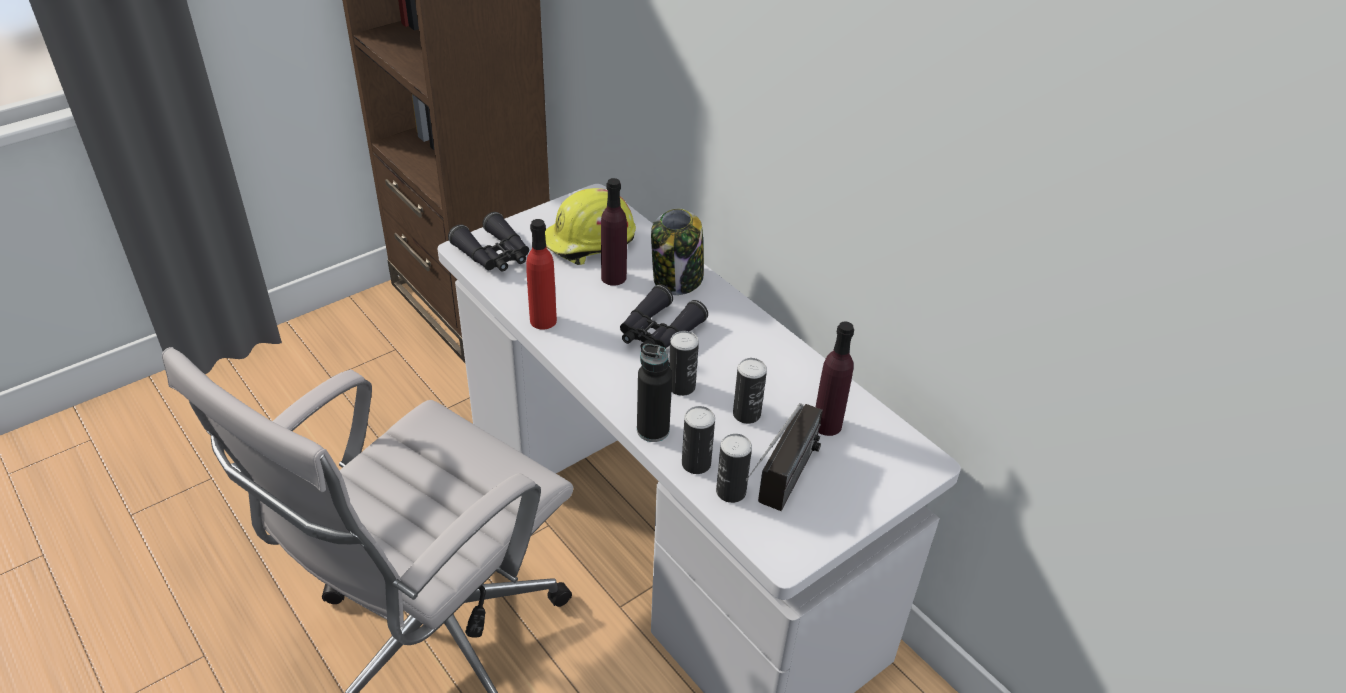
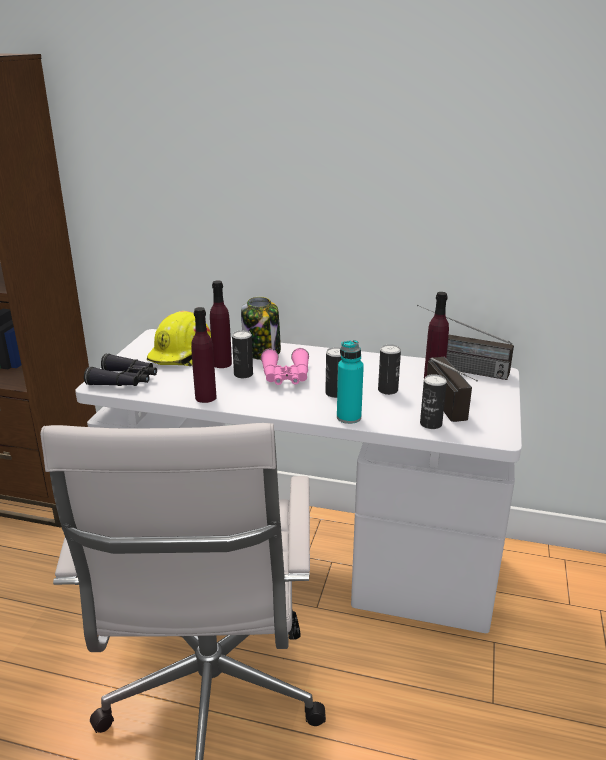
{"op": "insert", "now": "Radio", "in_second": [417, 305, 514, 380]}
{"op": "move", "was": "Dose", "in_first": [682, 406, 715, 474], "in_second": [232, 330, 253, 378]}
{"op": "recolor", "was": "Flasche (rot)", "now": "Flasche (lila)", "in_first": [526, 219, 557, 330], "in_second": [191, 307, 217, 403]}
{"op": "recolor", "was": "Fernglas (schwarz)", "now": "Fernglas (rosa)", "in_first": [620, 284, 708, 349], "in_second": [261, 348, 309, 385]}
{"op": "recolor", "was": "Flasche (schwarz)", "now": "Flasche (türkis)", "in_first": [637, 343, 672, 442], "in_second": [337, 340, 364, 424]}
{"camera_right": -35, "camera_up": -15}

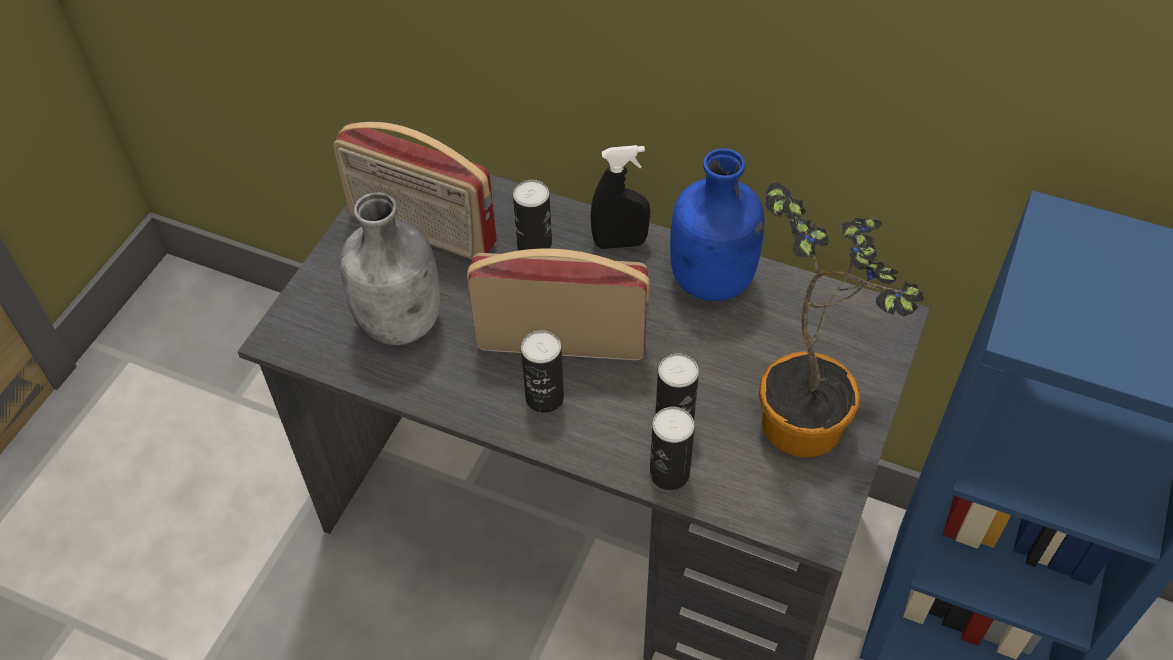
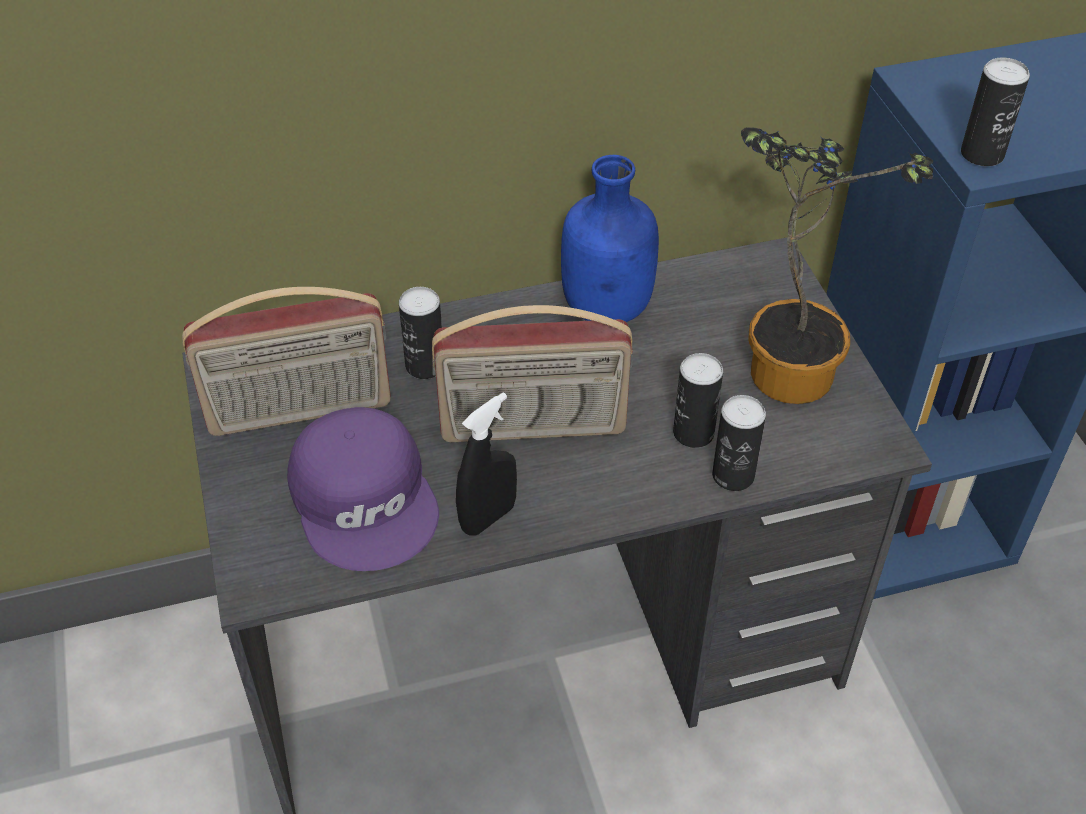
{"op": "move", "was": "Dose", "in_first": [521, 330, 564, 413], "in_second": [961, 58, 1030, 166]}
{"op": "move", "was": "Sprühflasche (schwarz)", "in_first": [590, 145, 650, 249], "in_second": [456, 392, 517, 536]}
{"op": "replace", "was": "Flasche (grau)", "now": "Kappe (lila)", "in_first": [340, 192, 440, 345], "in_second": [287, 407, 439, 571]}
{"op": "rotate", "was": "Radio", "in_first": [467, 249, 650, 360], "in_second": [432, 305, 633, 442], "clockwise": -150}
{"camera_right": -40, "camera_up": -5}

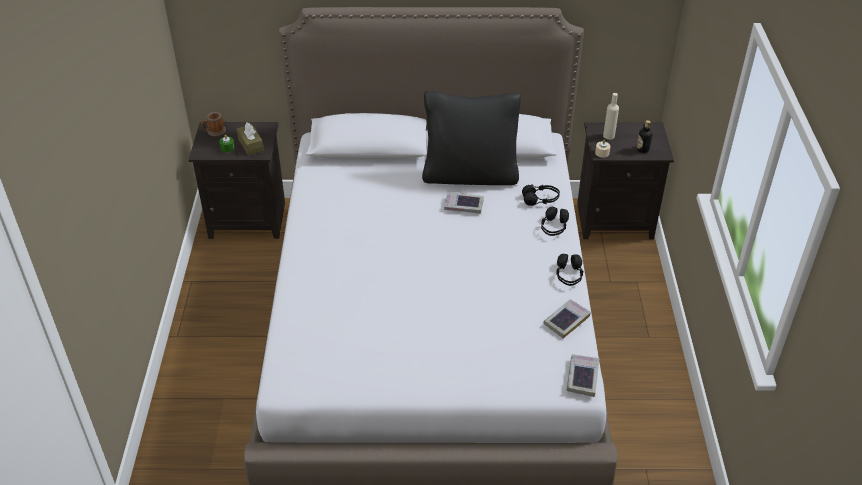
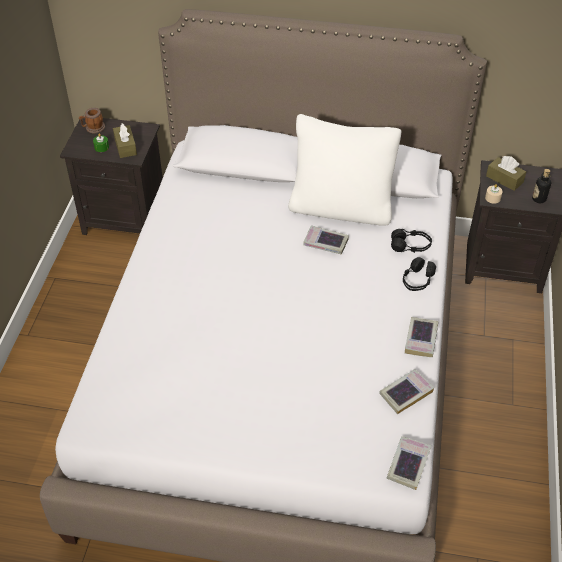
{"op": "replace", "was": "Kopfhörer (schwarz)", "now": "Buch", "in_first": [556, 254, 583, 286], "in_second": [405, 317, 438, 357]}
{"op": "replace", "was": "Flasche (beige)", "now": "Taschentuchbox (braun)", "in_first": [603, 93, 619, 140], "in_second": [486, 156, 526, 191]}
{"op": "recolor", "was": "Kissen (schwarz)", "now": "Kissen (weiß)", "in_first": [422, 90, 521, 185], "in_second": [288, 114, 401, 226]}
{"camera_right": 10, "camera_up": 5}

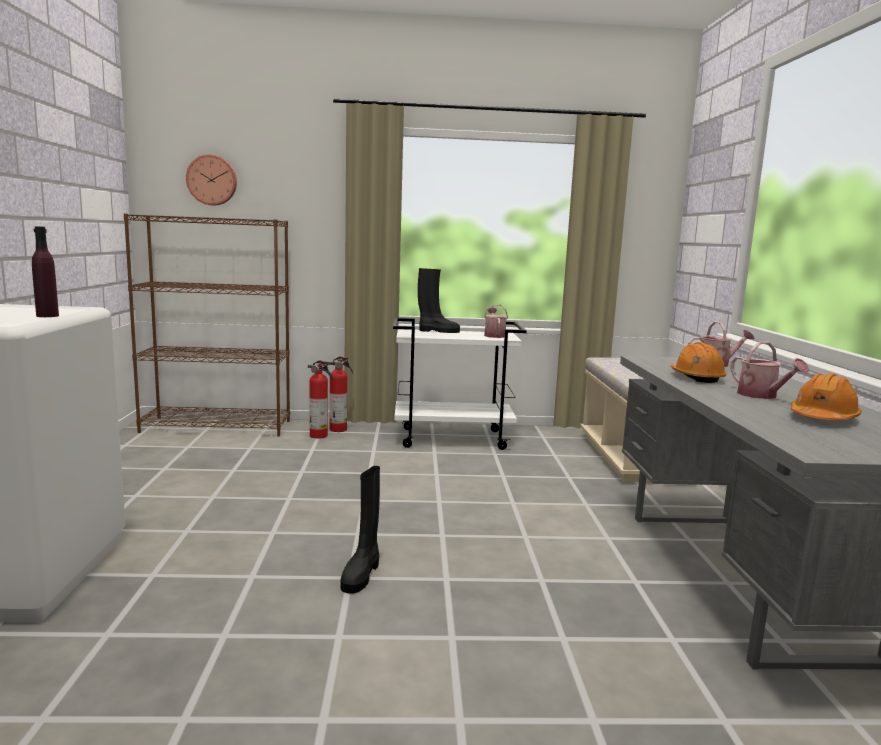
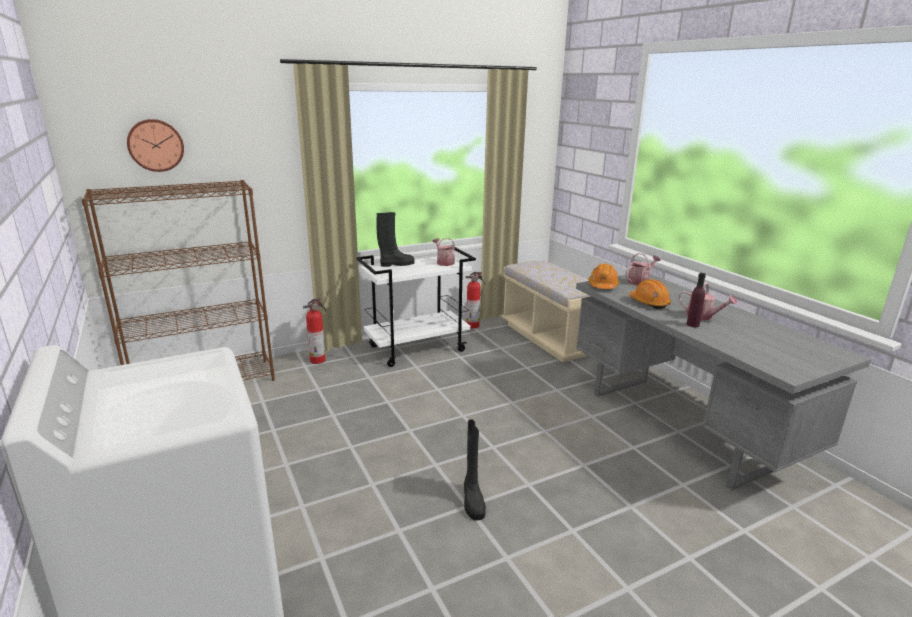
{"op": "move", "was": "Flasche (lila)", "in_first": [32, 226, 59, 317], "in_second": [687, 273, 706, 327]}
{"op": "move", "was": "Feuerlöscher", "in_first": [308, 360, 332, 438], "in_second": [465, 272, 485, 329]}
{"op": "move", "was": "Schutzhelm (orange)", "in_first": [791, 373, 862, 420], "in_second": [588, 263, 619, 289]}
{"camera_right": -25, "camera_up": 10}

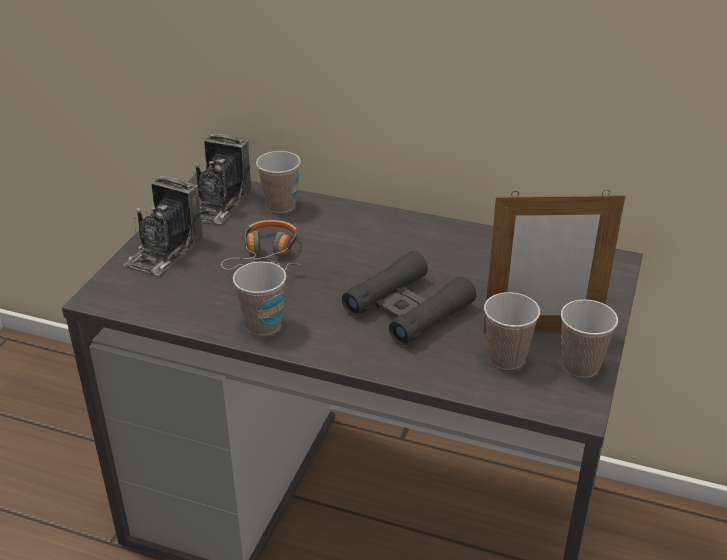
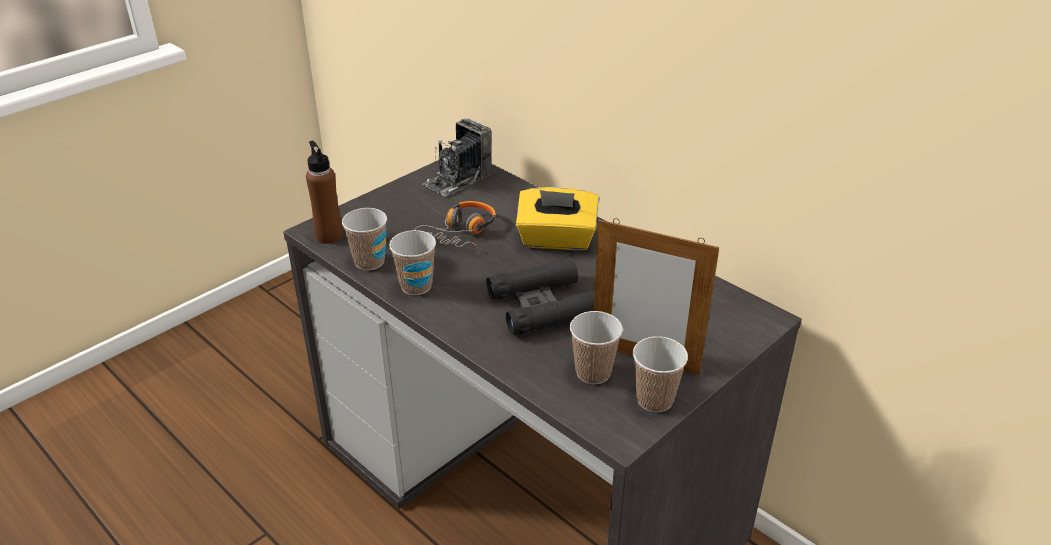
{"op": "delete", "was": "Kamera", "in_first": [123, 176, 203, 275]}
{"op": "insert", "now": "Flasche (braun)", "in_second": [306, 141, 343, 244]}
{"op": "insert", "now": "Taschentuchbox (gelb)", "in_second": [516, 187, 599, 250]}
{"op": "move", "was": "Tasse", "in_first": [256, 151, 301, 213], "in_second": [342, 208, 387, 270]}
{"camera_right": 25, "camera_up": 0}

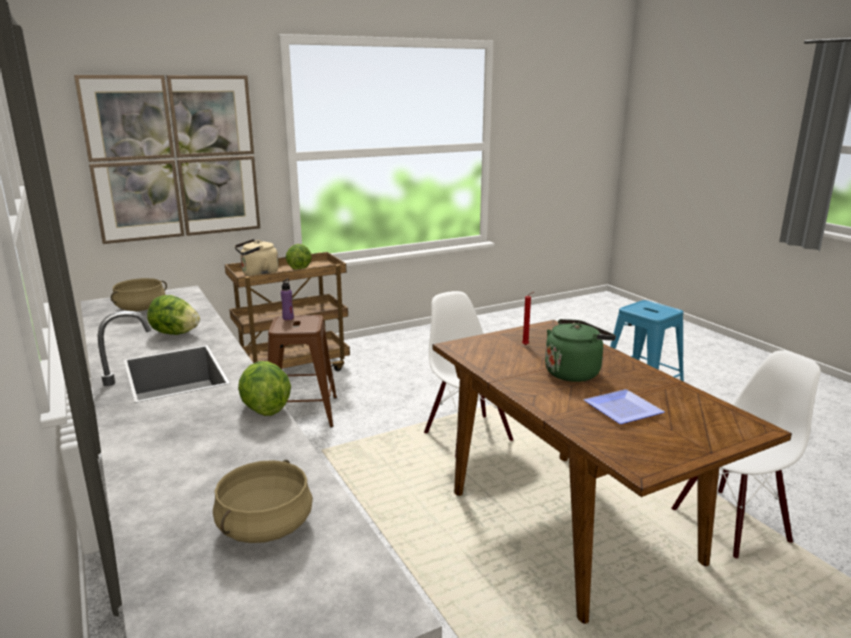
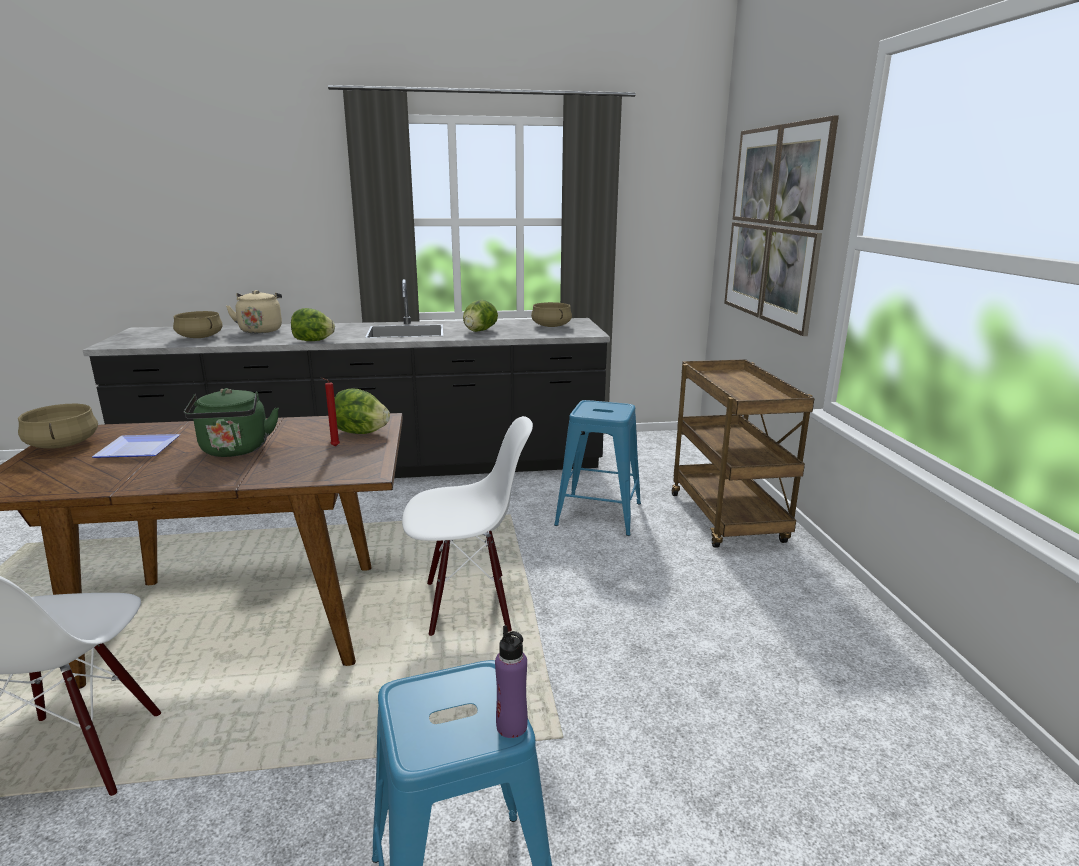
{"op": "insert", "now": "Kochtopf (beige)", "in_second": [18, 404, 98, 449]}
{"op": "move", "was": "Wasserkessel (beige)", "in_first": [235, 239, 279, 276], "in_second": [226, 290, 282, 333]}
{"op": "move", "was": "Flasche (lila)", "in_first": [281, 278, 294, 320], "in_second": [495, 625, 528, 738]}
{"op": "move", "was": "Salatkopf", "in_first": [286, 244, 312, 270], "in_second": [335, 389, 390, 434]}
{"op": "recolor", "was": "Hocker (braun)", "now": "Hocker (blau)", "in_first": [268, 315, 337, 428], "in_second": [554, 400, 641, 536]}
{"camera_right": 110, "camera_up": 0}

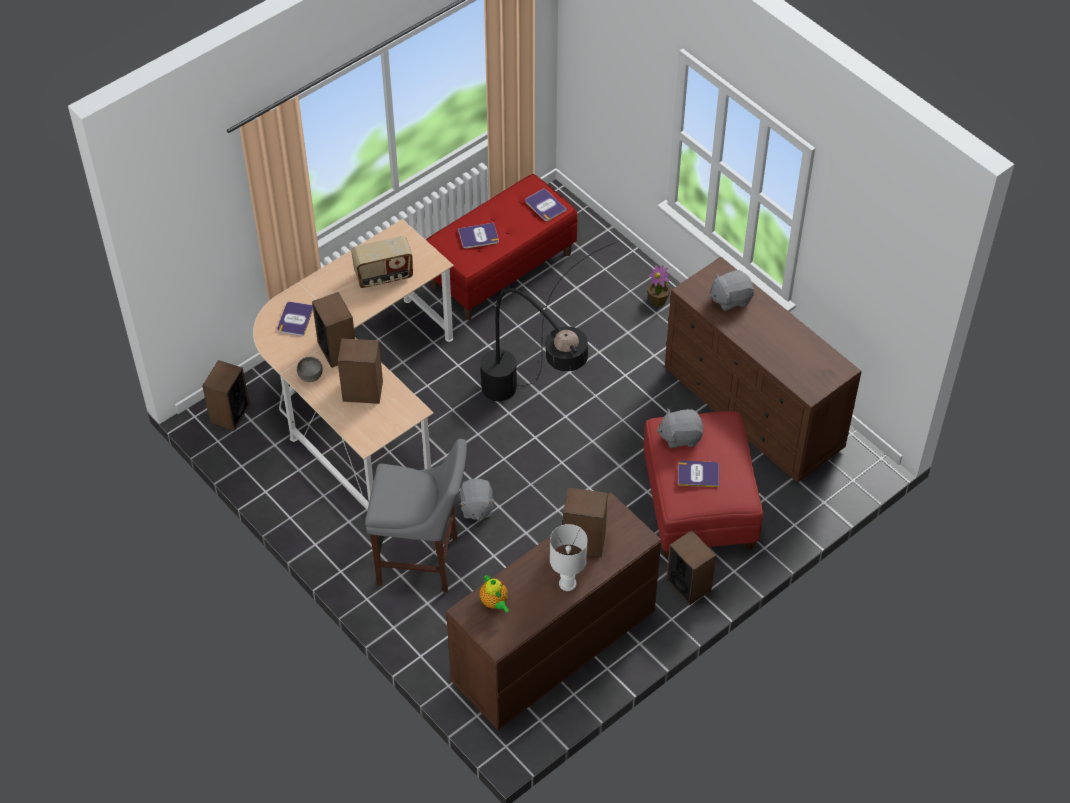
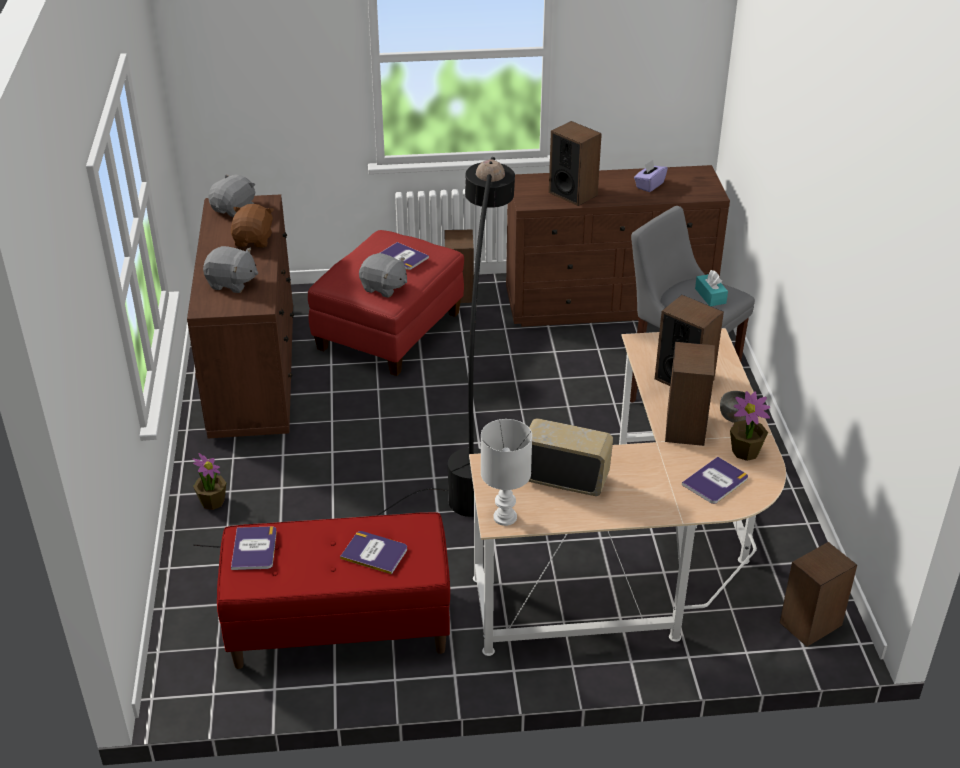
{"op": "delete", "was": "Teekanne", "in_first": [480, 575, 509, 613]}
{"op": "insert", "now": "Plüschtier (braun)", "in_second": [231, 204, 274, 248]}
{"op": "insert", "now": "Taschentuchbox (lila)", "in_second": [634, 160, 668, 192]}
{"op": "insert", "now": "Taschentuchbox (türkis)", "in_second": [695, 270, 728, 306]}
{"op": "insert", "now": "Topfpflanze", "in_second": [730, 391, 770, 461]}
{"op": "move", "was": "Plüschtier (grau)", "in_first": [459, 479, 495, 520], "in_second": [208, 174, 255, 217]}
{"op": "move", "was": "Tischlampe (weiß)", "in_first": [550, 524, 588, 591], "in_second": [481, 419, 532, 526]}
{"camera_right": -145, "camera_up": -15}

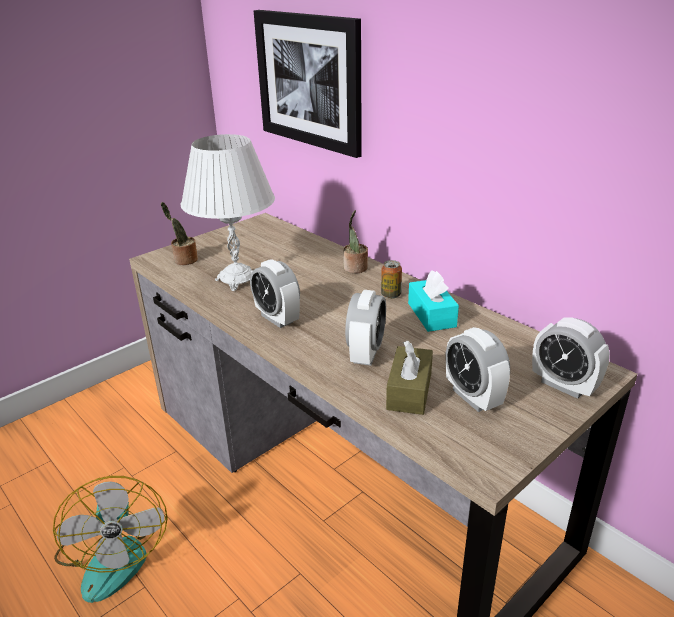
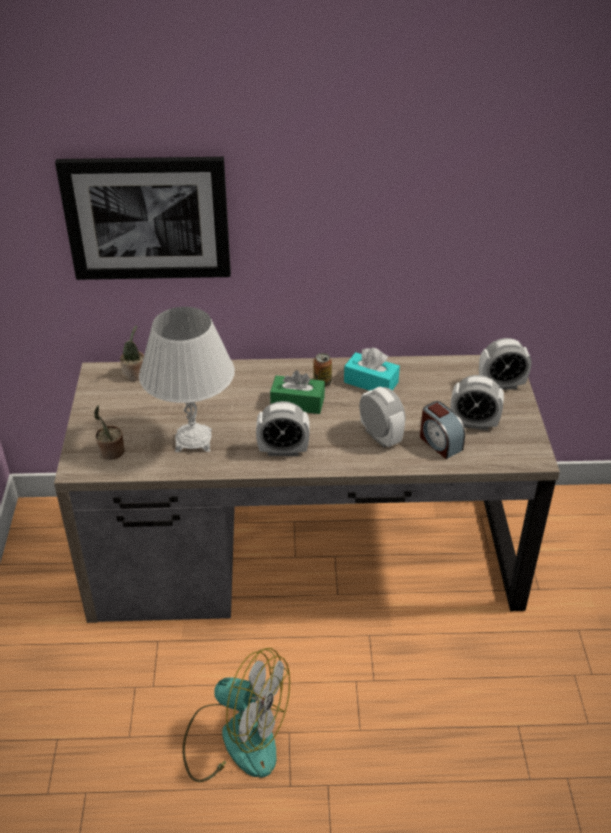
{"op": "insert", "now": "Taschentuchbox (grün)", "in_second": [270, 370, 325, 414]}
{"op": "move", "was": "Topfpflanze", "in_first": [343, 210, 368, 273], "in_second": [120, 325, 144, 381]}
{"op": "replace", "was": "Taschentuchbox (braun)", "now": "Wecker", "in_first": [386, 341, 433, 415], "in_second": [420, 401, 465, 459]}
{"camera_right": -50, "camera_up": 10}

